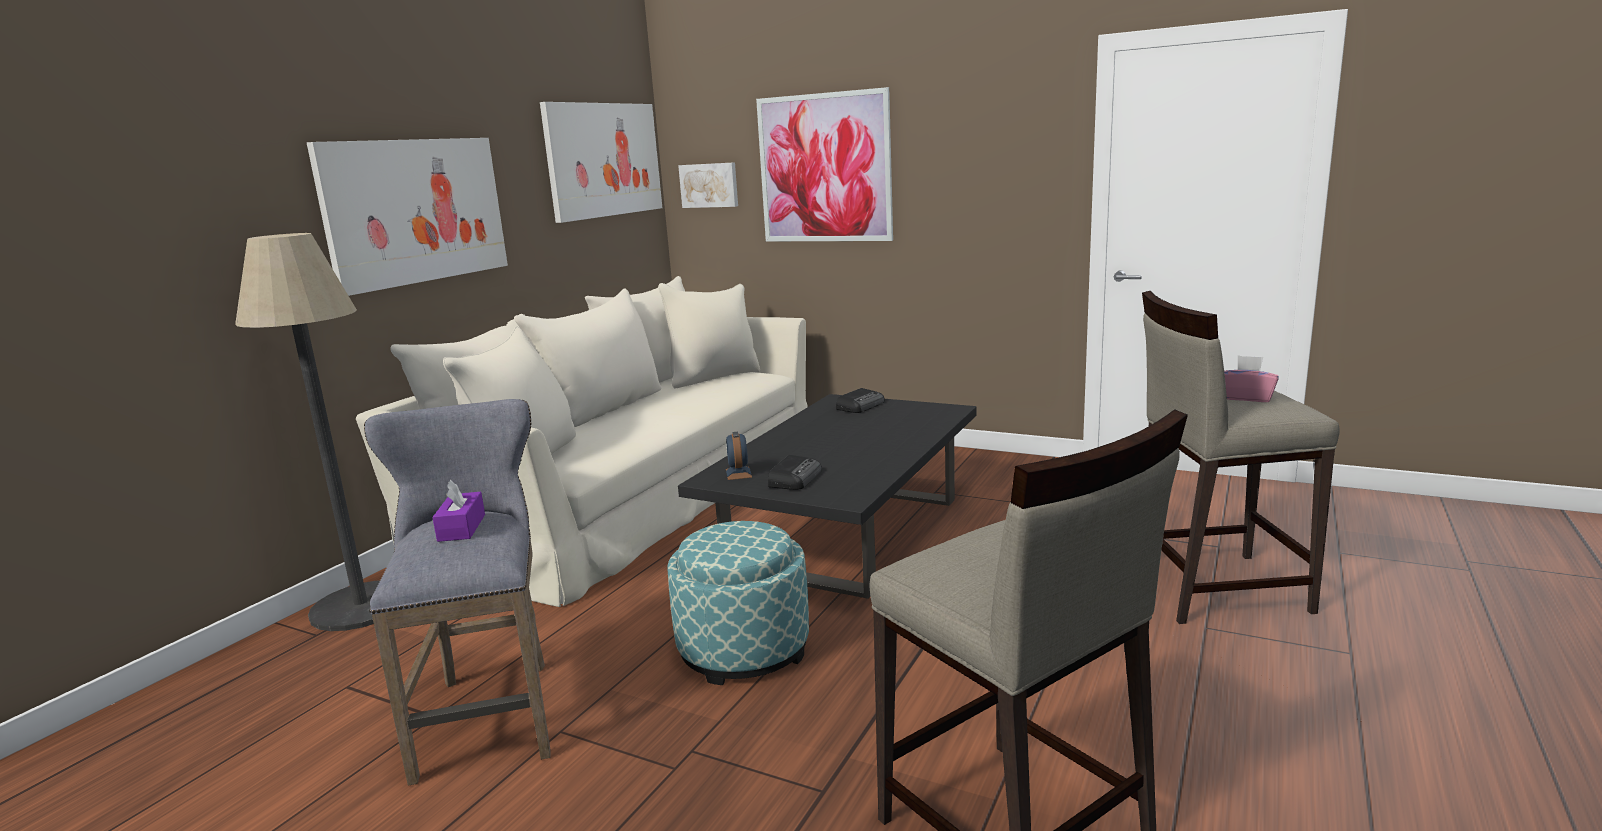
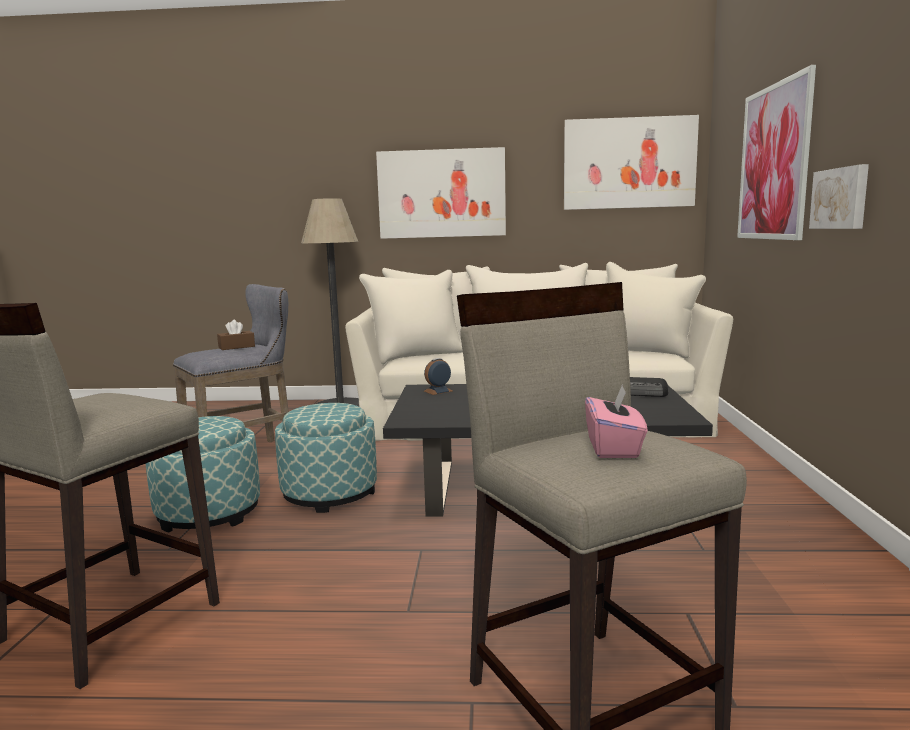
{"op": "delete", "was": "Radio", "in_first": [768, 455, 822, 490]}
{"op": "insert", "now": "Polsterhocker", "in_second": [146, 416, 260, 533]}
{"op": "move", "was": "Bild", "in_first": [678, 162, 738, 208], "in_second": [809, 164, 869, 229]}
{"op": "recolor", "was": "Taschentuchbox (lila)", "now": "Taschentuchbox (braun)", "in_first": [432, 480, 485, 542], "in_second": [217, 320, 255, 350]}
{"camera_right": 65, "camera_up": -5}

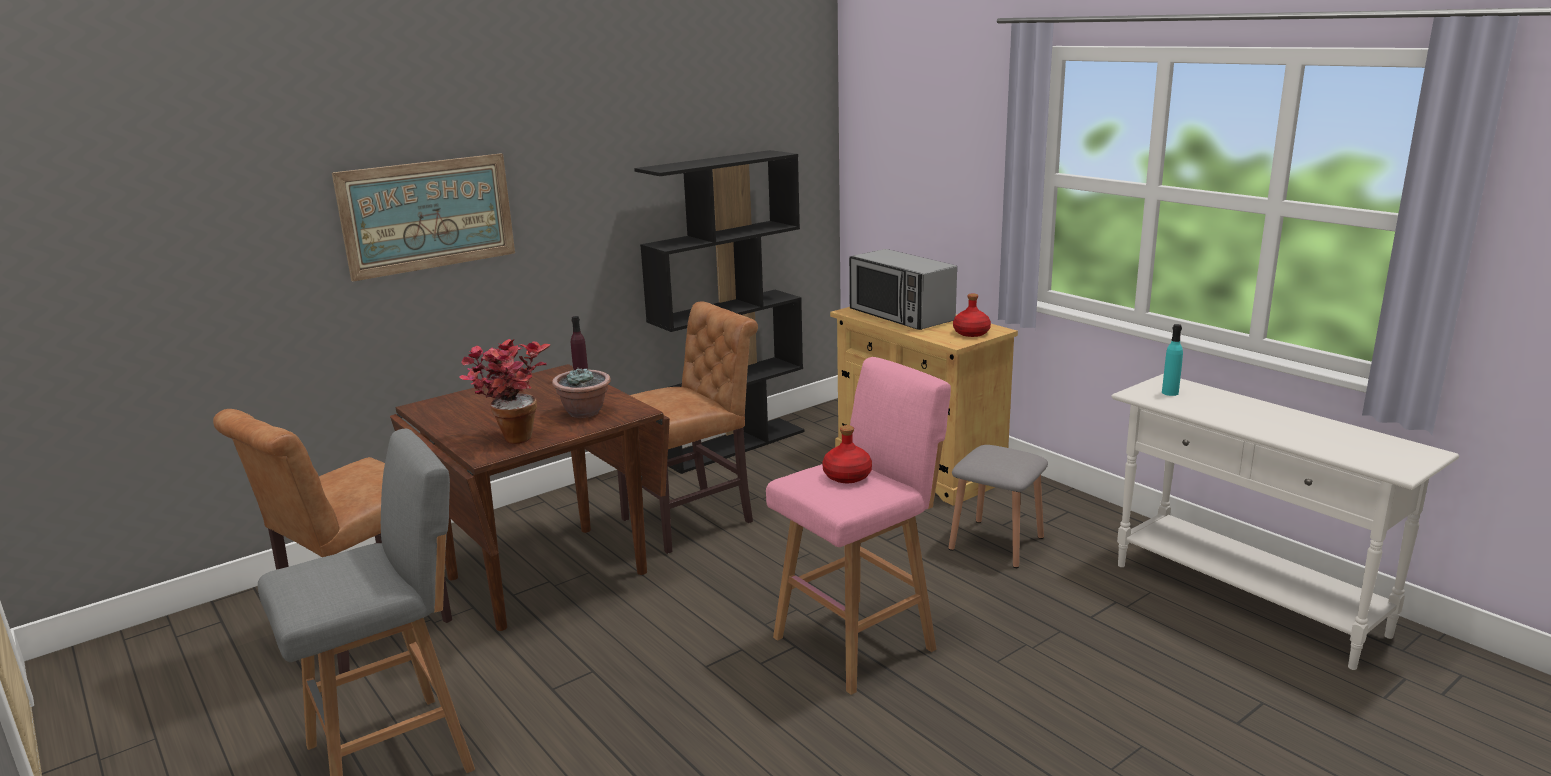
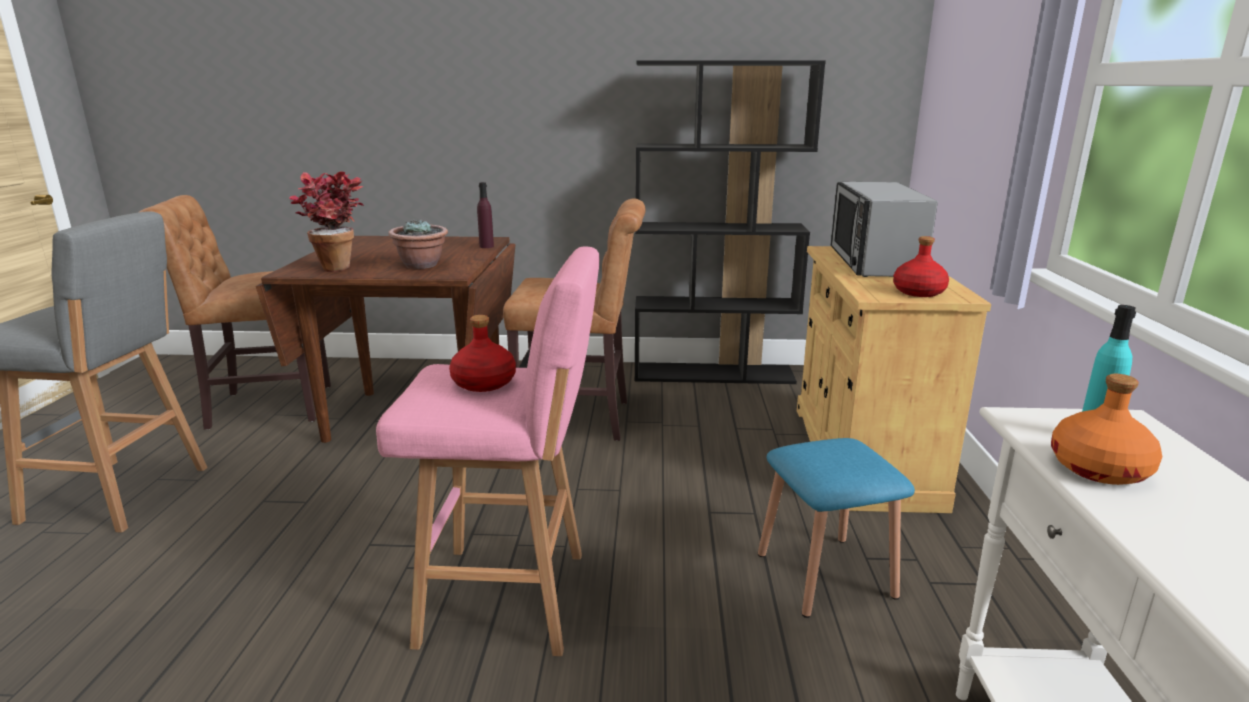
{"op": "delete", "was": "Bild", "in_first": [332, 153, 515, 282]}
{"op": "insert", "now": "Flasche (orange)", "in_second": [1051, 374, 1162, 485]}
{"op": "recolor", "was": "Hocker (grau)", "now": "Hocker (blau)", "in_first": [948, 445, 1048, 568], "in_second": [758, 438, 915, 618]}
{"camera_right": 40, "camera_up": 0}

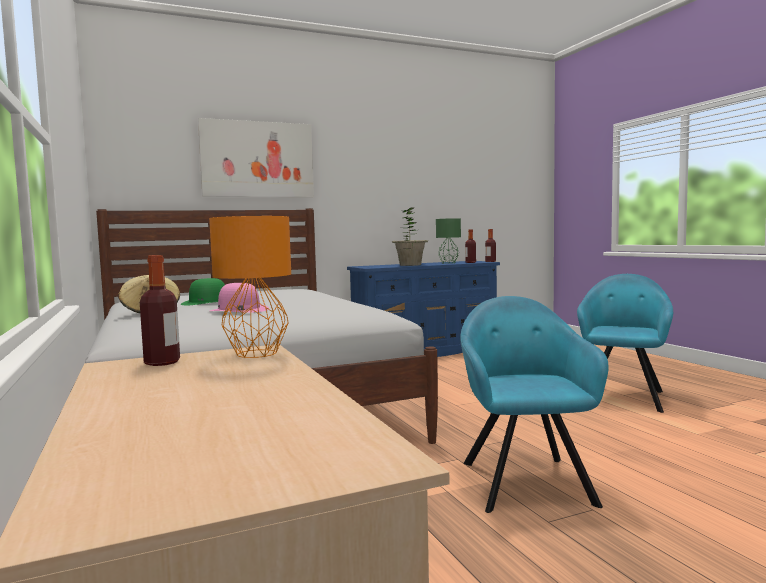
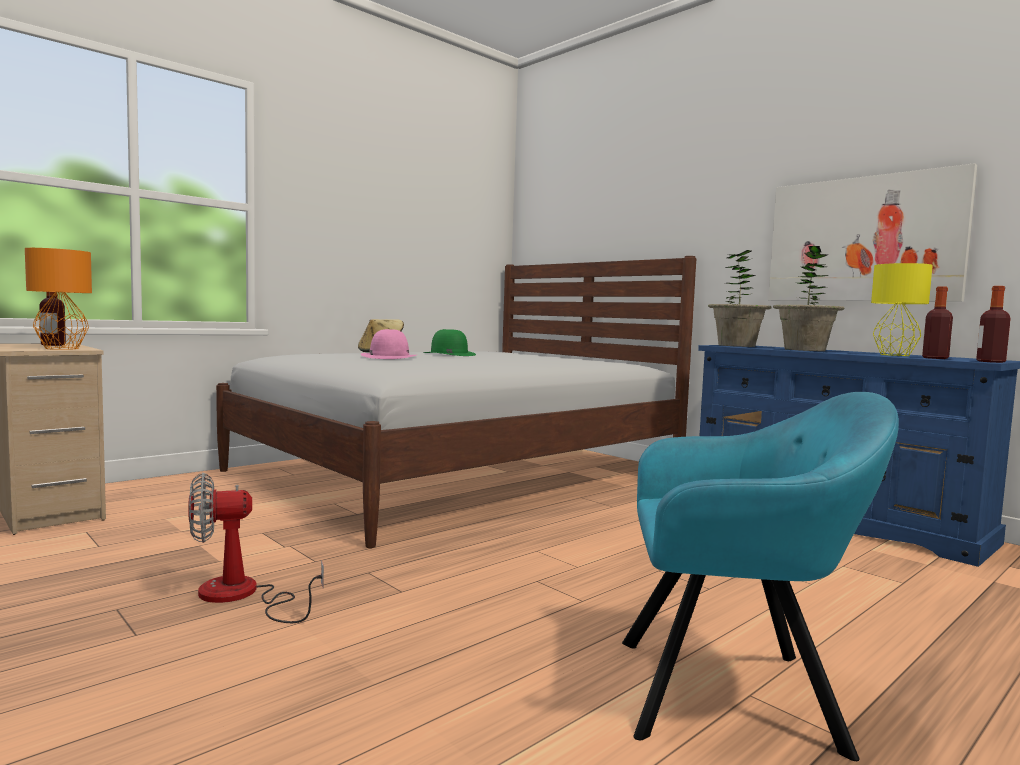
{"op": "insert", "now": "Topfpflanze", "in_second": [708, 250, 772, 347]}
{"op": "move", "was": "Bild", "in_first": [198, 118, 314, 197], "in_second": [768, 163, 977, 302]}
{"op": "replace", "was": "Sessel (türkis)", "now": "Ventilator", "in_first": [460, 296, 608, 513], "in_second": [188, 473, 324, 623]}
{"op": "recolor", "was": "Tischlampe (grün)", "now": "Tischlampe (gelb)", "in_first": [436, 218, 461, 264], "in_second": [871, 263, 933, 356]}
{"camera_right": 70, "camera_up": 0}

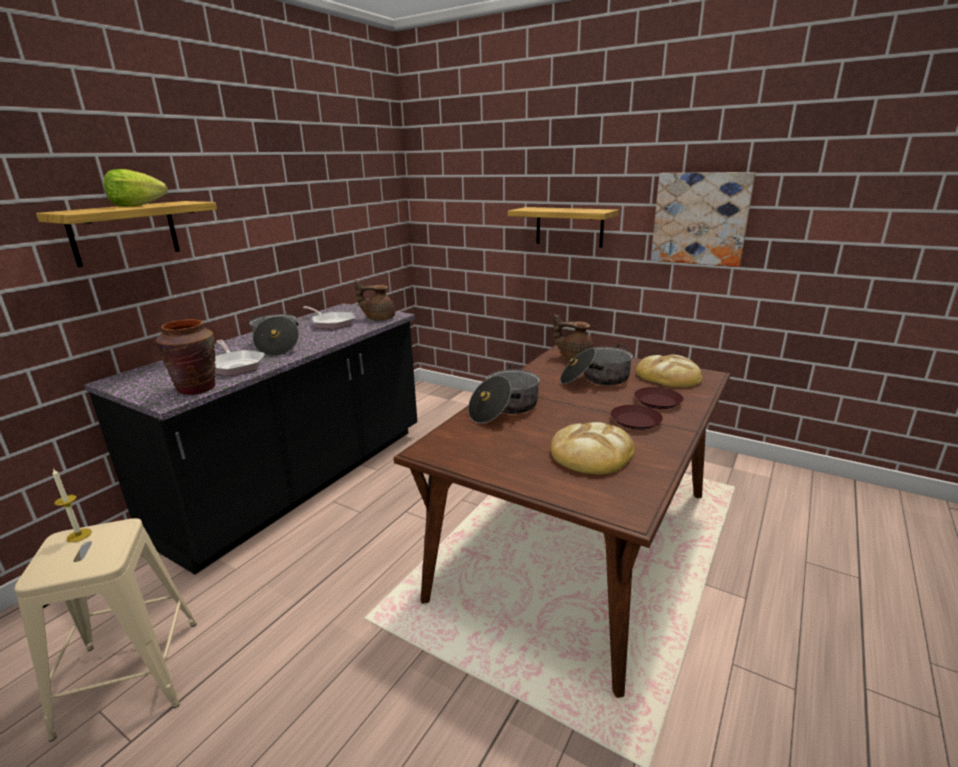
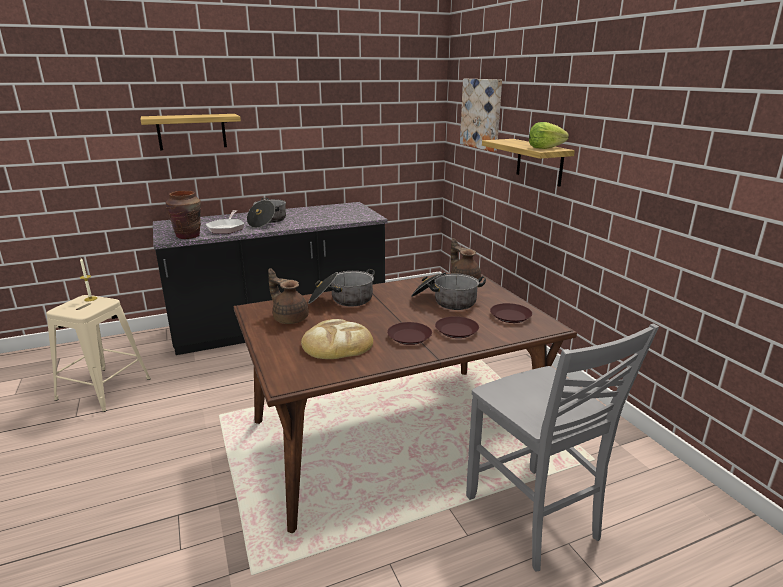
{"op": "delete", "was": "Pfanne", "in_first": [303, 306, 355, 329]}
{"op": "insert", "now": "Stuhl (grau)", "in_second": [466, 323, 659, 572]}
{"op": "move", "was": "Salatkopf", "in_first": [104, 169, 167, 207], "in_second": [529, 122, 569, 149]}
{"op": "move", "was": "Teekanne (braun)", "in_first": [355, 280, 395, 321], "in_second": [268, 268, 309, 324]}
{"op": "move", "was": "Bild", "in_first": [651, 172, 755, 267], "in_second": [460, 79, 502, 152]}
{"op": "replace", "was": "Brot", "now": "Teller (braun)", "in_first": [636, 354, 702, 388], "in_second": [490, 303, 532, 323]}
{"camera_right": 35, "camera_up": 0}

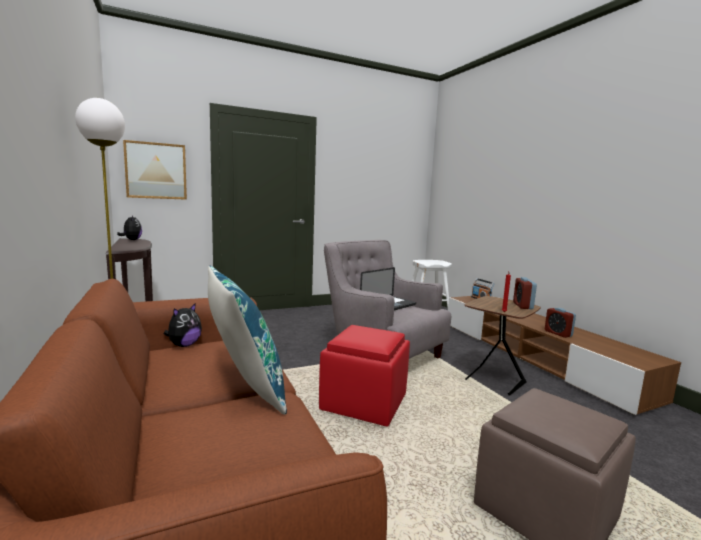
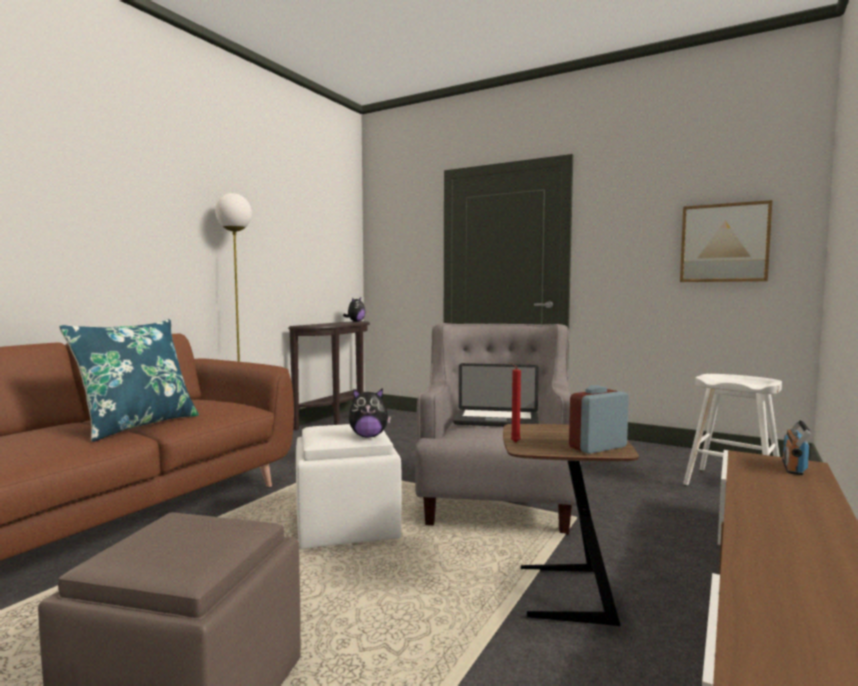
{"op": "delete", "was": "Wecker", "in_first": [545, 308, 576, 338]}
{"op": "move", "was": "Bild", "in_first": [123, 140, 187, 200], "in_second": [680, 200, 772, 282]}
{"op": "move", "was": "Plüschtier", "in_first": [164, 303, 202, 347], "in_second": [349, 388, 391, 437]}
{"op": "recolor", "was": "Polsterhocker (rot)", "now": "Polsterhocker (weiß)", "in_first": [319, 325, 410, 426], "in_second": [296, 424, 402, 549]}
{"camera_right": 55, "camera_up": -5}

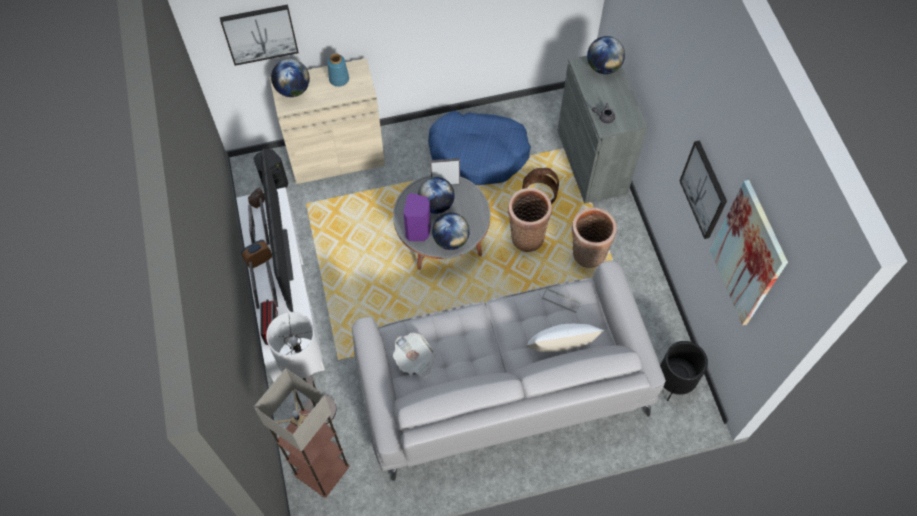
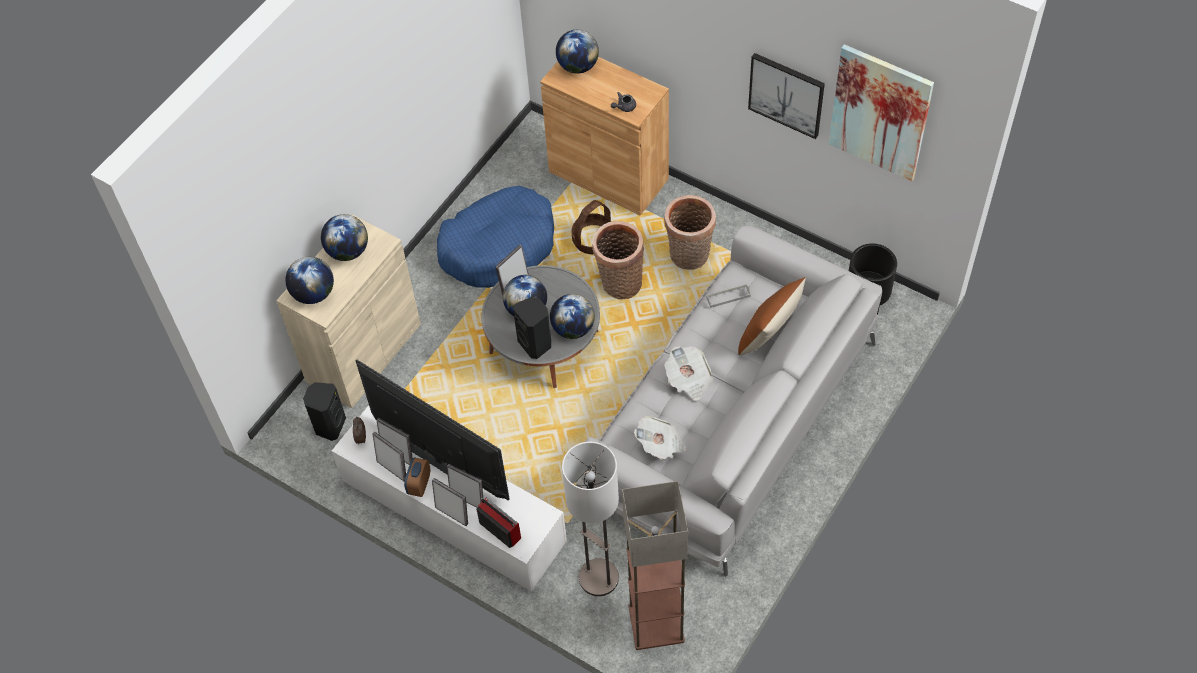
{"op": "delete", "was": "Bild", "in_first": [220, 4, 299, 66]}
{"op": "insert", "now": "Zeitung", "in_second": [664, 346, 714, 401]}
{"op": "replace", "was": "Vase (blau)", "now": "Globus", "in_first": [327, 53, 349, 87], "in_second": [321, 214, 368, 261]}
{"op": "recolor", "was": "Lautsprecher (lila)", "now": "Lautsprecher (schwarz)", "in_first": [403, 193, 431, 241], "in_second": [513, 297, 551, 359]}
{"op": "recolor", "was": "Kissen (weiß)", "now": "Kissen (braun)", "in_first": [527, 324, 604, 352], "in_second": [738, 277, 806, 355]}
{"op": "recolor", "was": "Schrank (grau)", "now": "Schrank (braun)", "in_first": [557, 56, 648, 203], "in_second": [540, 57, 669, 216]}
{"camera_right": -40, "camera_up": -5}

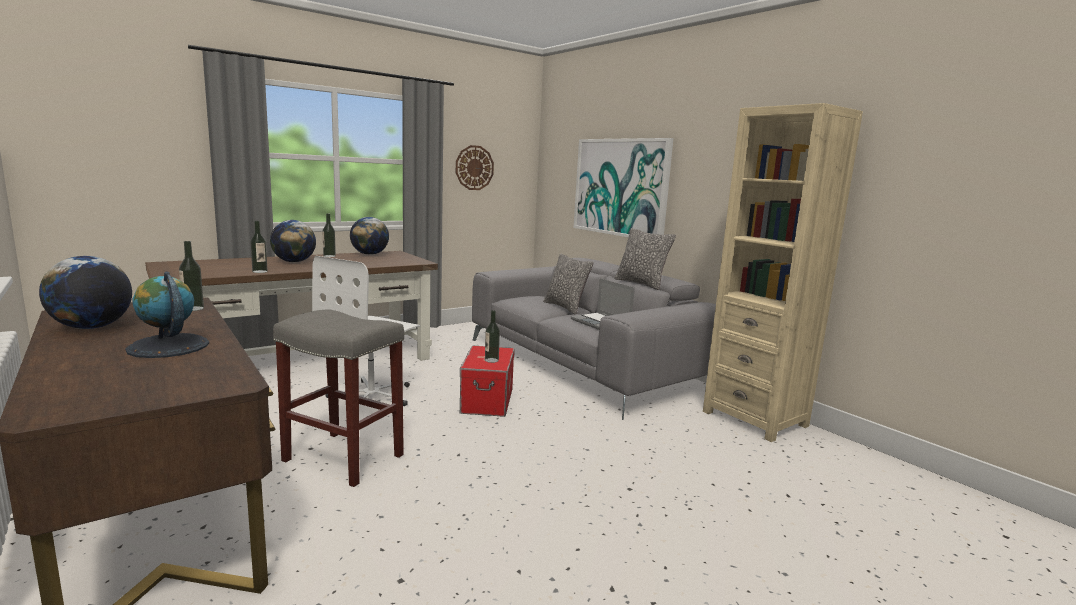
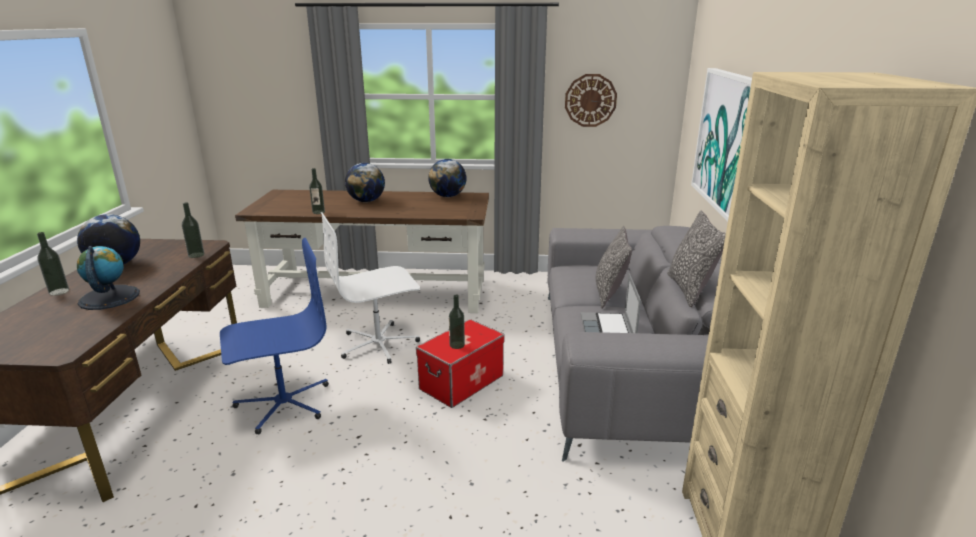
{"op": "move", "was": "Flasche", "in_first": [322, 213, 336, 257], "in_second": [37, 232, 69, 296]}
{"op": "replace", "was": "Hocker (grau)", "now": "Bürostuhl (blau)", "in_first": [273, 310, 404, 487], "in_second": [220, 238, 329, 435]}
{"camera_right": 40, "camera_up": 10}

